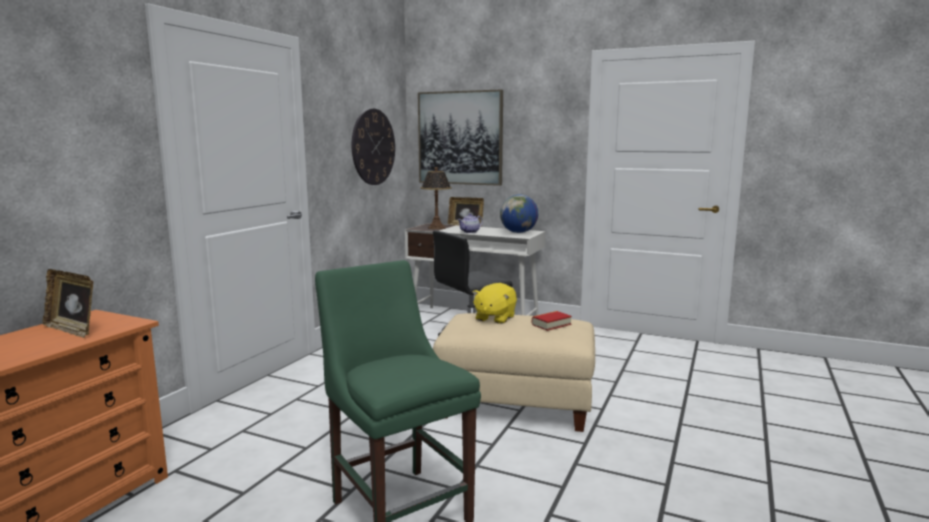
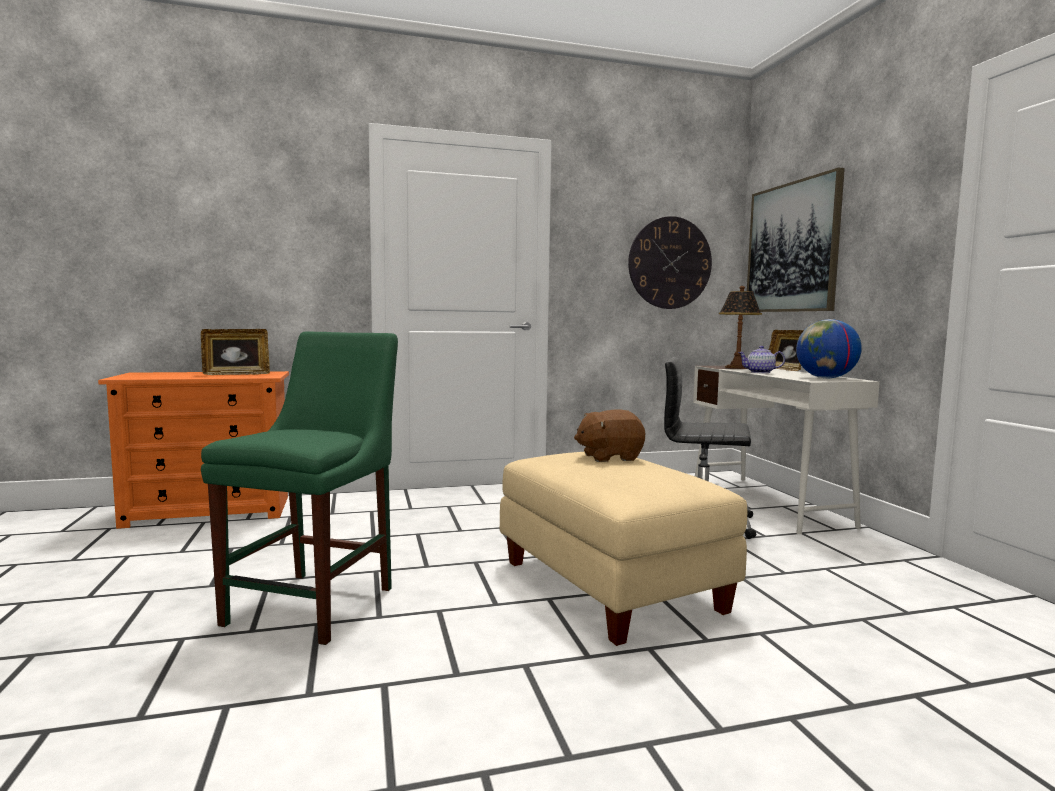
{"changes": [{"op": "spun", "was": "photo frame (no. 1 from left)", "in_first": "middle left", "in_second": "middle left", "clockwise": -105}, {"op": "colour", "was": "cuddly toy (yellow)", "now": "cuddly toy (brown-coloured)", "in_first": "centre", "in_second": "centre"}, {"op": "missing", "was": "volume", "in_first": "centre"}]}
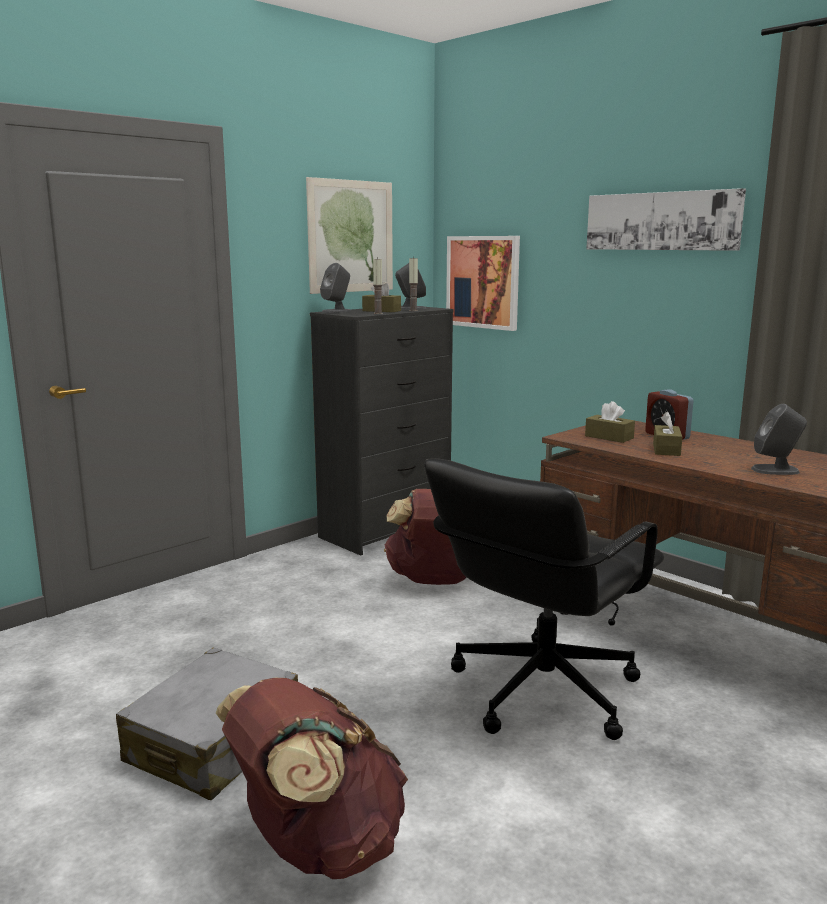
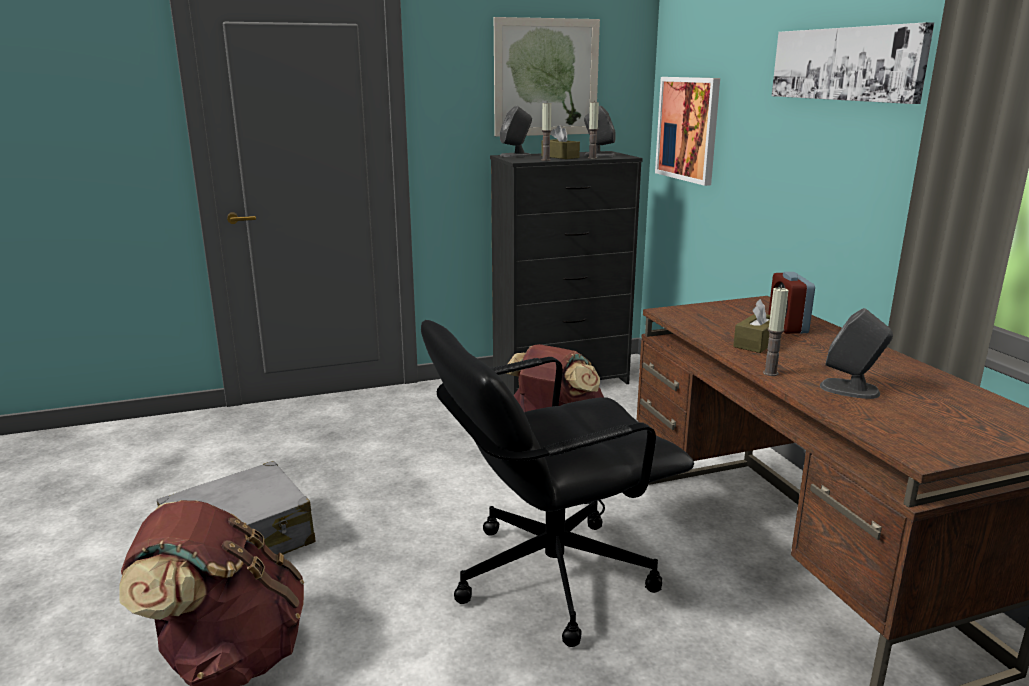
{"changes": [{"op": "missing", "was": "tissue holder (brown-coloured) (no. 2 from left)", "in_first": "middle right"}, {"op": "appeared", "now": "wax light (no. 3 from left)", "in_second": "middle right"}]}
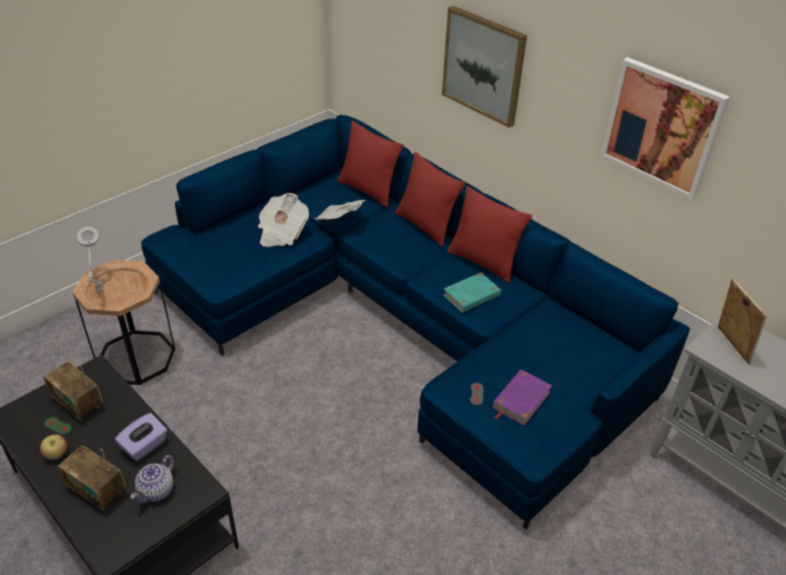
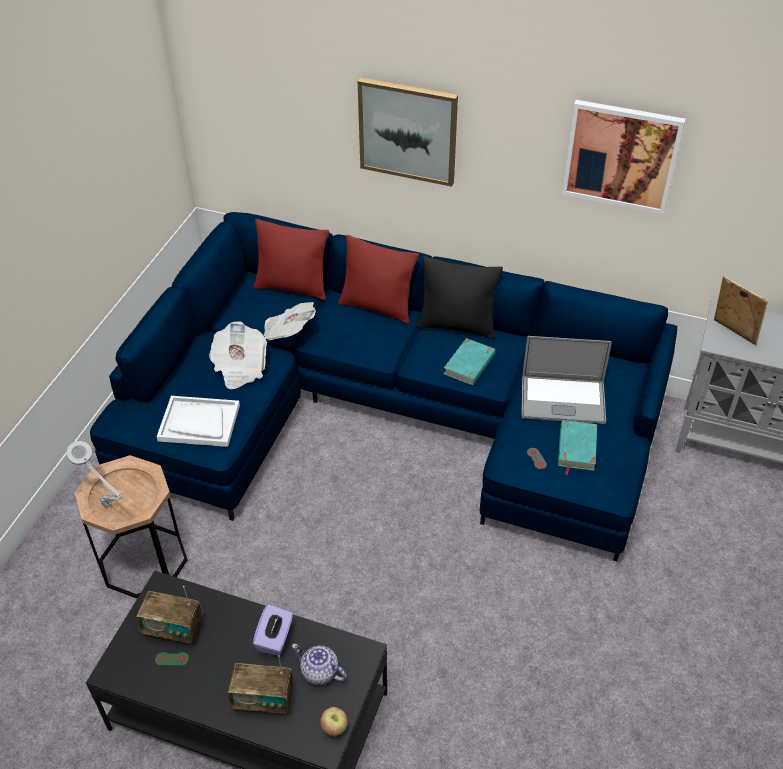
{"changes": [{"op": "relocated", "was": "apple fruit", "in_first": "bottom left", "in_second": "bottom centre"}, {"op": "spun", "was": "teapot", "in_first": "bottom left", "in_second": "bottom centre", "clockwise": 120}, {"op": "colour", "was": "cushion (red-coloured) (no. 3 from left)", "now": "cushion (black)", "in_first": "centre", "in_second": "centre"}, {"op": "colour", "was": "volume (purplish)", "now": "volume (turquoise-coloured) (no. 2 from left)", "in_first": "bottom centre", "in_second": "middle right"}, {"op": "appeared", "now": "carrying tray (white)", "in_second": "middle left"}, {"op": "appeared", "now": "laptop", "in_second": "middle right"}]}
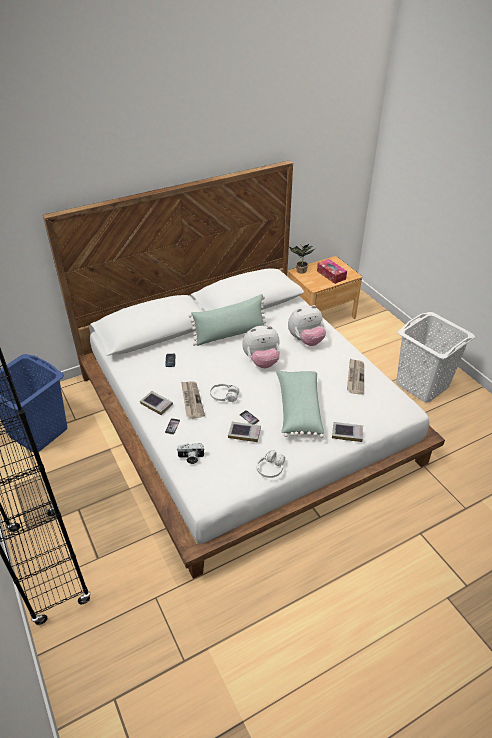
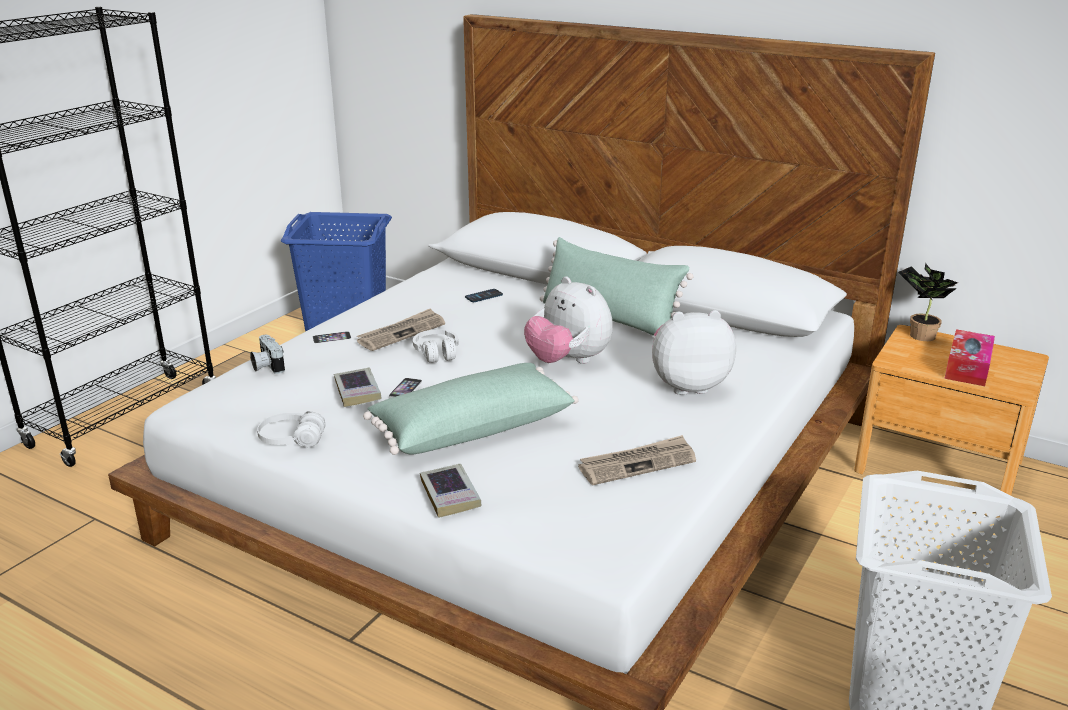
{"changes": [{"op": "missing", "was": "volume (no. 1 from left)", "in_first": "middle left"}, {"op": "spun", "was": "cuddly toy (no. 2 from left)", "in_first": "centre", "in_second": "centre", "clockwise": 135}]}
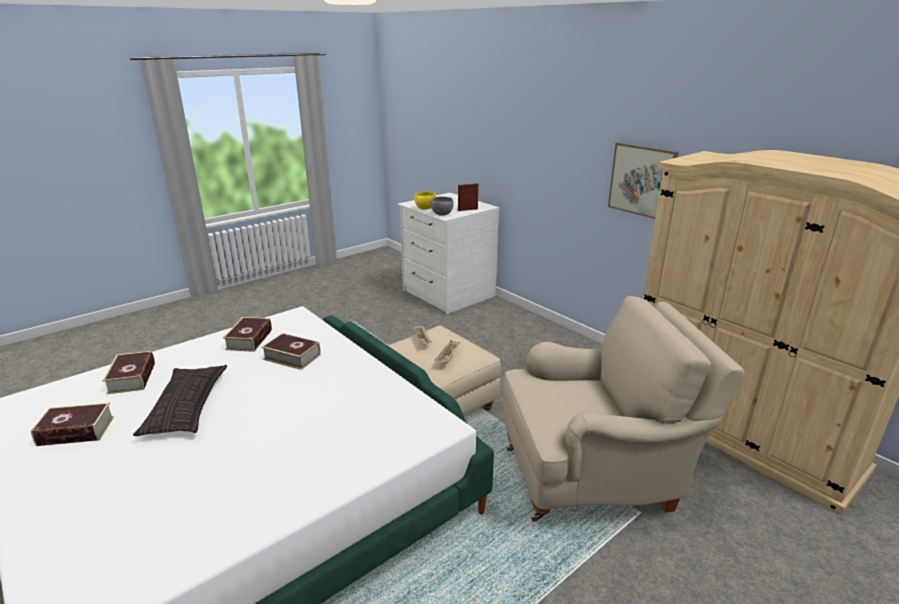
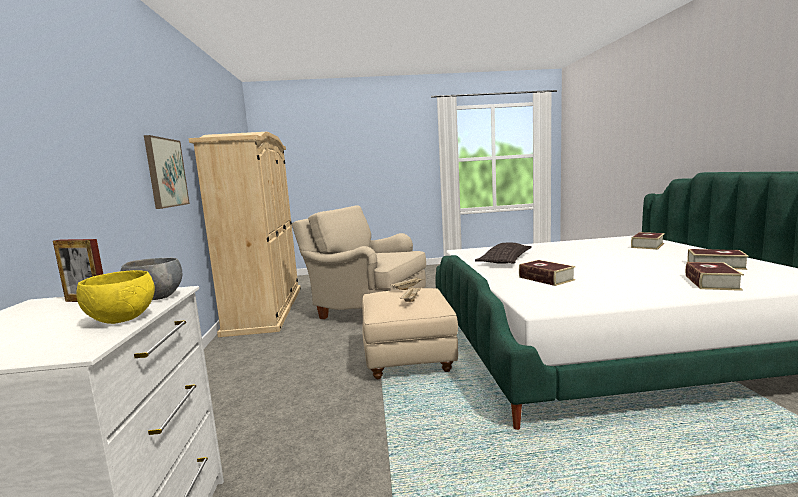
{"changes": [{"op": "relocated", "was": "cushion", "in_first": "middle left", "in_second": "centre"}, {"op": "relocated", "was": "volume (no. 3 from left in the first image)", "now": "volume (no. 2 from left)", "in_first": "middle left", "in_second": "middle right"}]}
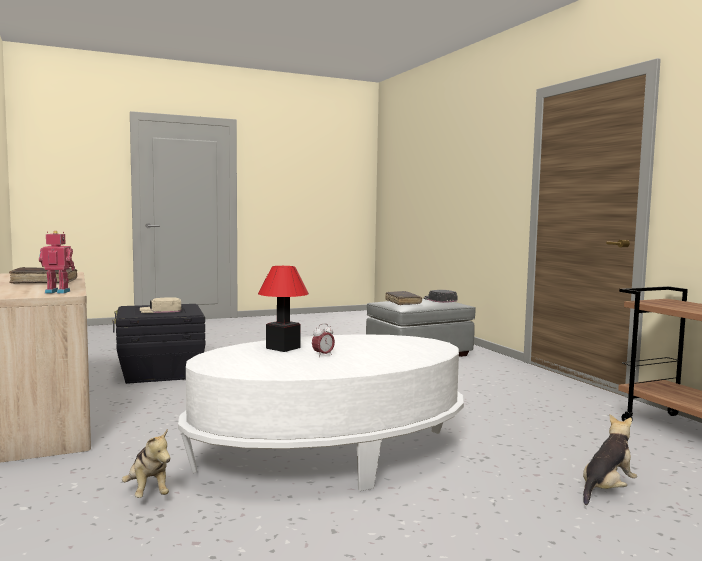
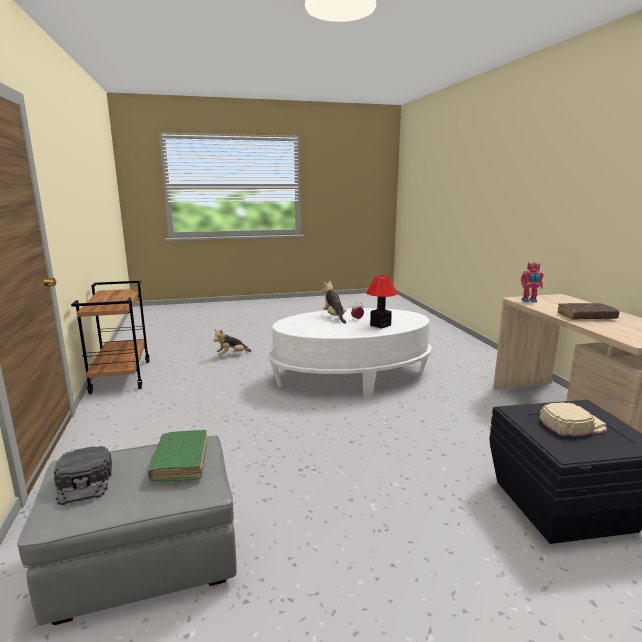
{"changes": [{"op": "relocated", "was": "cuddly toy (no. 1 from left in the first image)", "now": "cuddly toy (no. 2 from left)", "in_first": "bottom left", "in_second": "centre"}, {"op": "colour", "was": "volume (brown-coloured) (no. 2 from left)", "now": "volume (green-coloured)", "in_first": "centre", "in_second": "bottom left"}]}
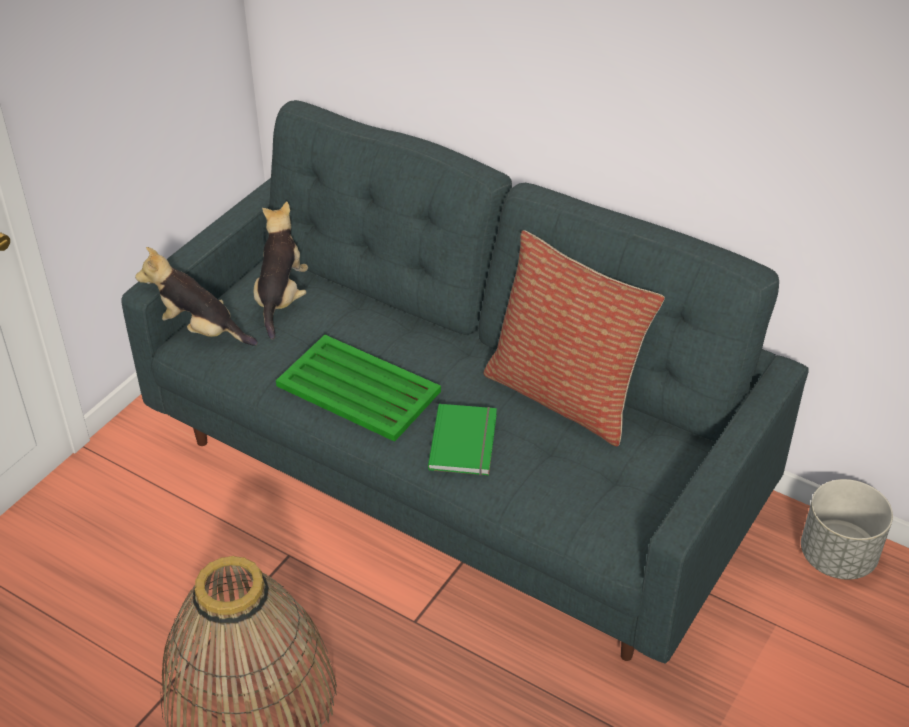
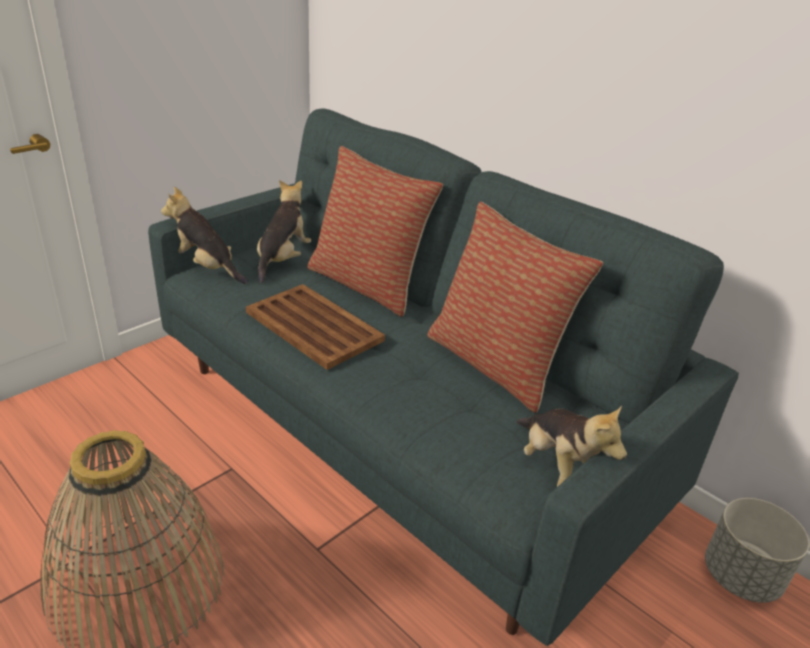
{"changes": [{"op": "colour", "was": "carrying tray (green-coloured)", "now": "carrying tray (brown-coloured)", "in_first": "centre", "in_second": "centre"}, {"op": "missing", "was": "volume (green-coloured)", "in_first": "centre"}, {"op": "appeared", "now": "cushion (no. 1 from left)", "in_second": "centre"}, {"op": "appeared", "now": "cuddly toy (no. 3 from left)", "in_second": "bottom right"}]}
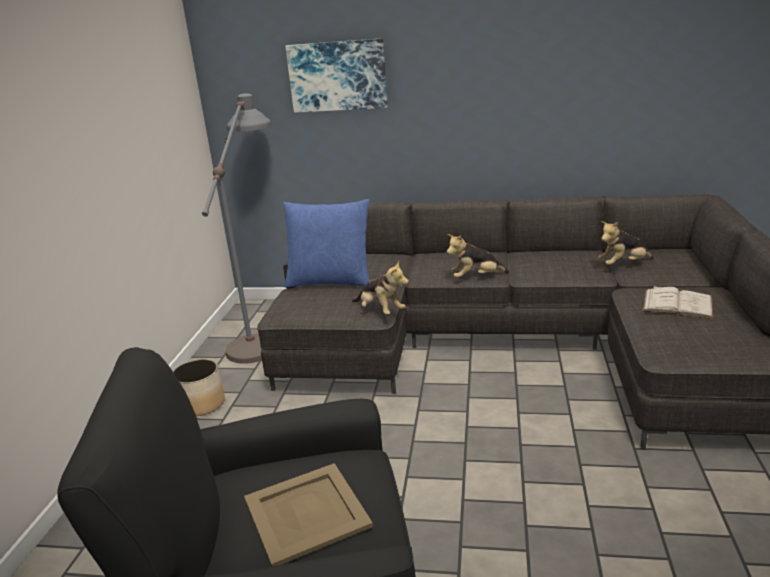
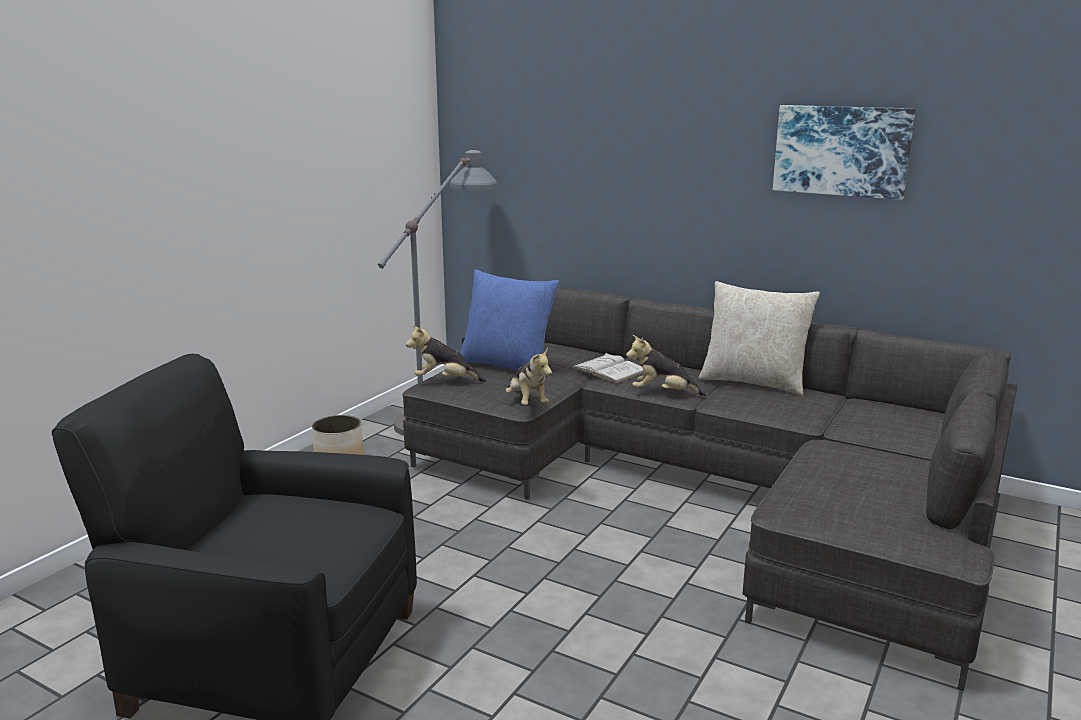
{"changes": [{"op": "missing", "was": "carrying tray (beige-coloured)", "in_first": "bottom centre"}, {"op": "relocated", "was": "wall picture", "in_first": "top centre", "in_second": "top right"}, {"op": "relocated", "was": "cuddly toy (no. 3 from left in the first image)", "now": "cuddly toy (no. 1 from left)", "in_first": "middle right", "in_second": "centre"}, {"op": "relocated", "was": "volume (white)", "in_first": "middle right", "in_second": "centre"}, {"op": "appeared", "now": "cushion (beige-coloured)", "in_second": "middle right"}]}
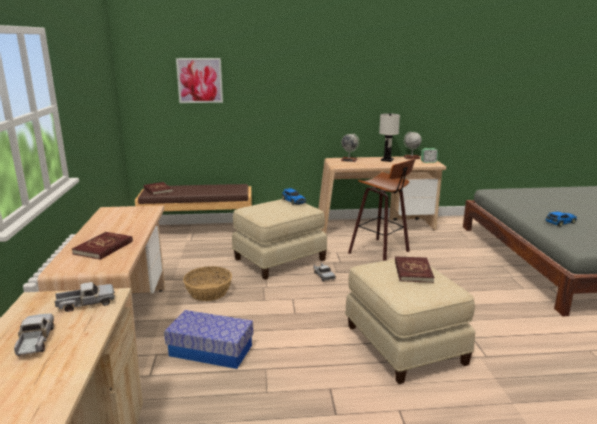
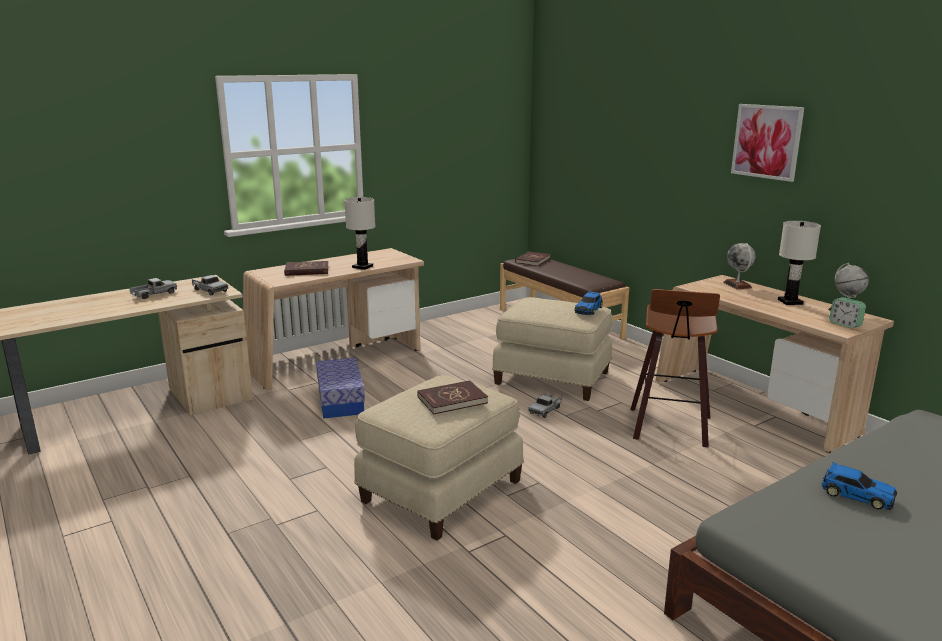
{"changes": [{"op": "relocated", "was": "wall picture", "in_first": "top centre", "in_second": "top right"}, {"op": "missing", "was": "household basket", "in_first": "bottom centre"}, {"op": "appeared", "now": "table lamp (white) (no. 1 from left)", "in_second": "centre"}]}
